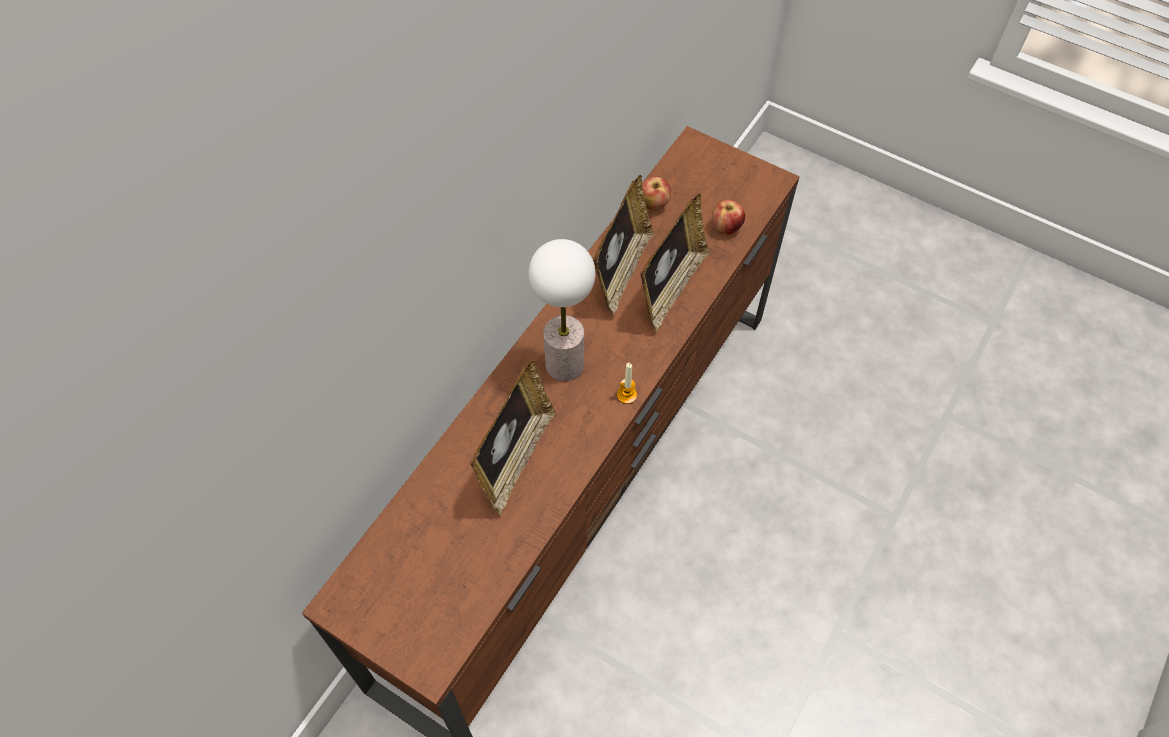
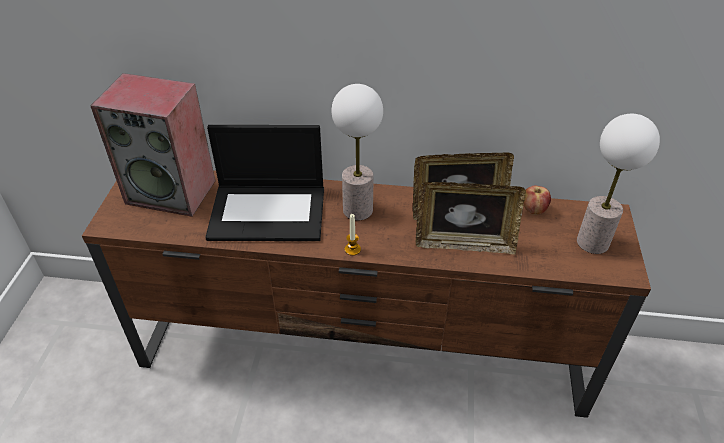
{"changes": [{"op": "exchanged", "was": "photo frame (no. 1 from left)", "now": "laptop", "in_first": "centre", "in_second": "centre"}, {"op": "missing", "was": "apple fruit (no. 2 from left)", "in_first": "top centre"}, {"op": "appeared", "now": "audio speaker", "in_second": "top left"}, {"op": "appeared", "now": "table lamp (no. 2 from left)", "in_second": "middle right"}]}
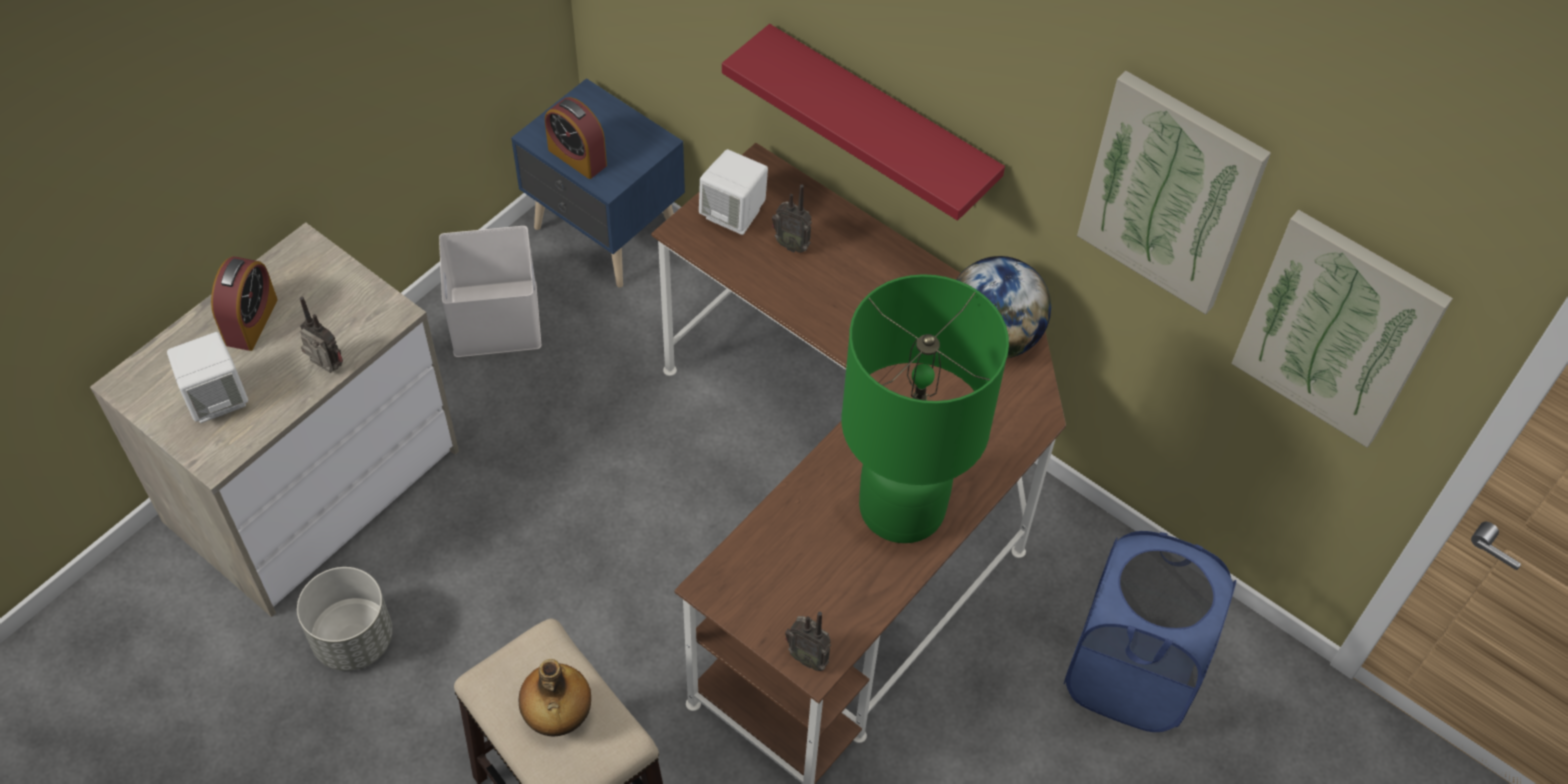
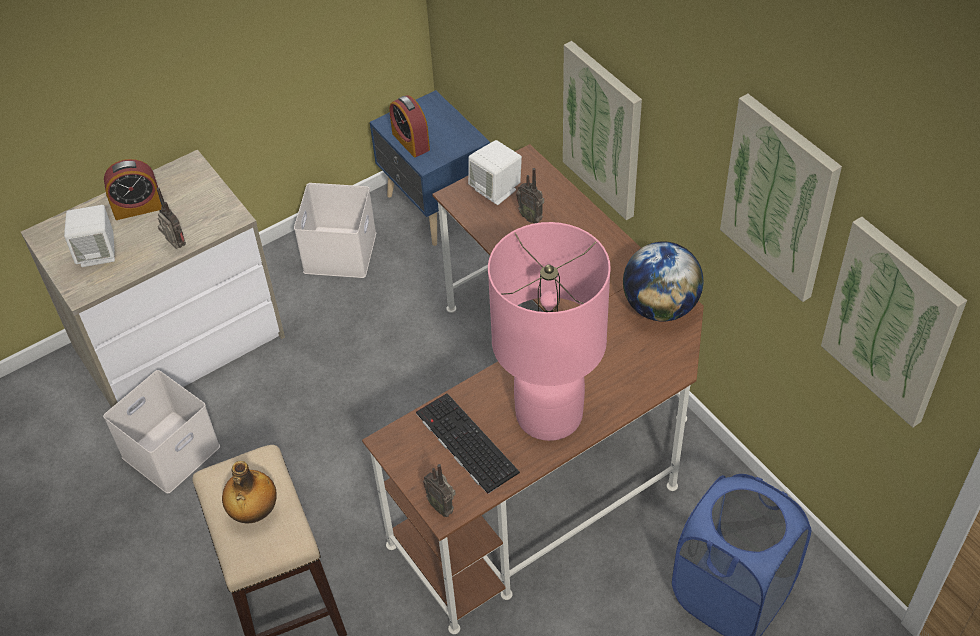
{"changes": [{"op": "spun", "was": "bedside clock (no. 1 from left)", "in_first": "middle left", "in_second": "top left", "clockwise": 45}, {"op": "exchanged", "was": "plant pot (greyish)", "now": "storage container (white) (no. 1 from left)", "in_first": "bottom left", "in_second": "bottom left"}, {"op": "exchanged", "was": "bracket shelf (red-coloured)", "now": "wall picture (no. 1 from left)", "in_first": "top centre", "in_second": "top centre"}, {"op": "colour", "was": "table lamp (green-coloured)", "now": "table lamp (pink)", "in_first": "centre", "in_second": "centre"}, {"op": "appeared", "now": "PC keyboard", "in_second": "bottom centre"}]}
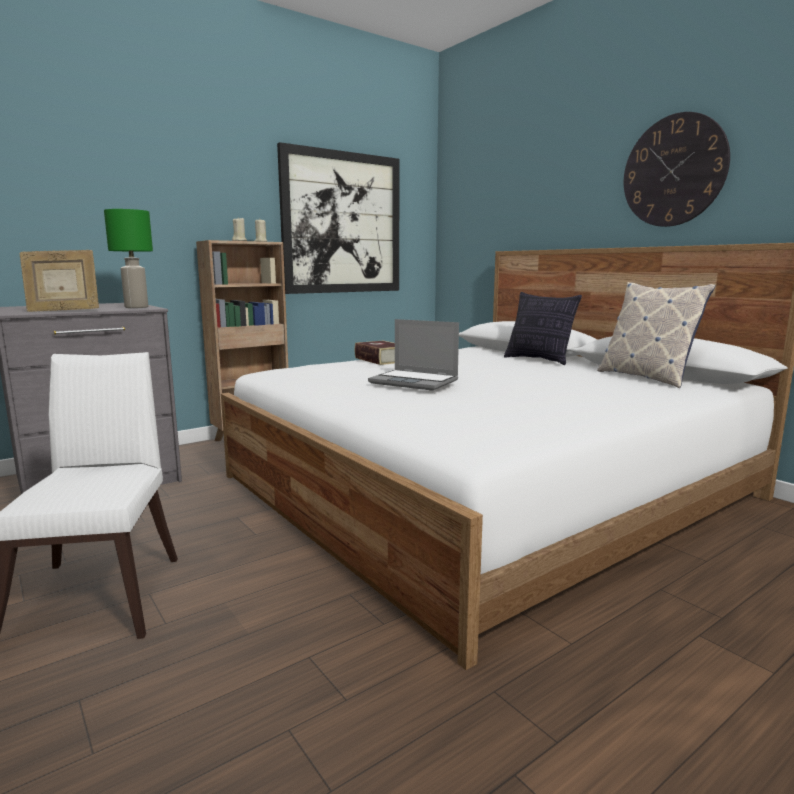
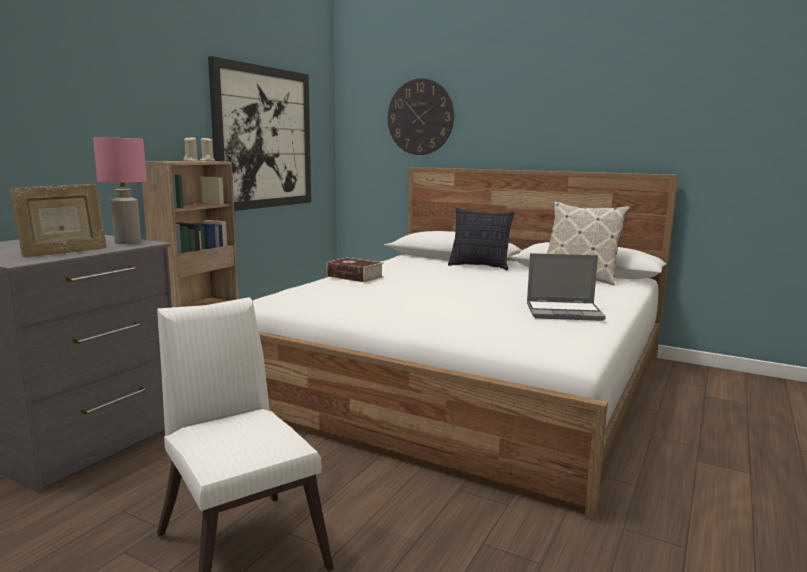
{"changes": [{"op": "colour", "was": "table lamp (green-coloured)", "now": "table lamp (pink)", "in_first": "top left", "in_second": "middle left"}, {"op": "relocated", "was": "laptop", "in_first": "centre", "in_second": "middle right"}, {"op": "relocated", "was": "clock on the wall", "in_first": "top right", "in_second": "top centre"}]}
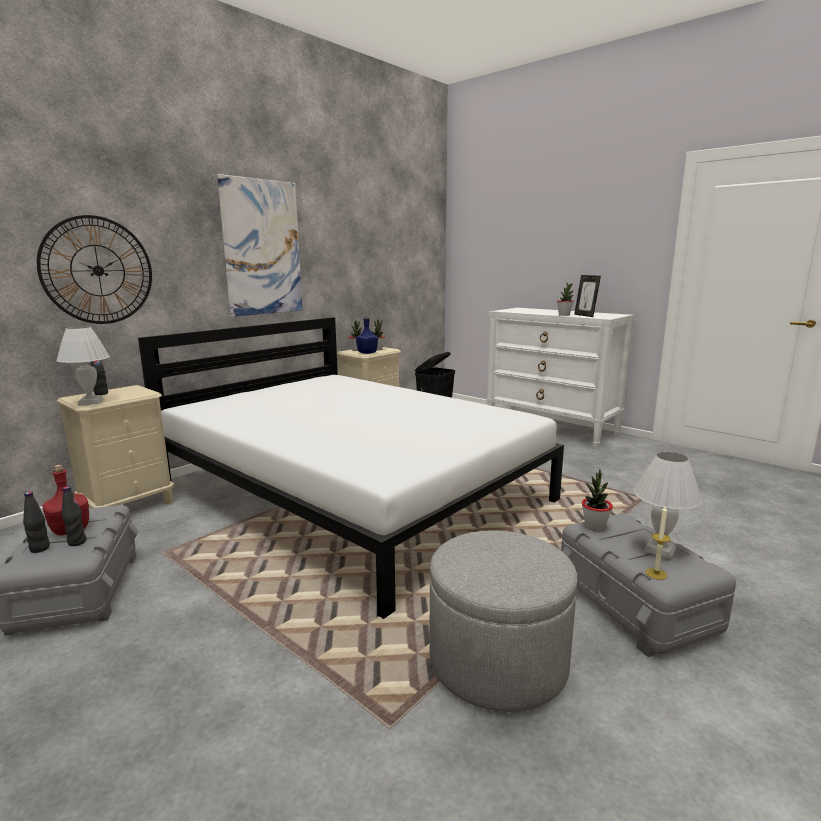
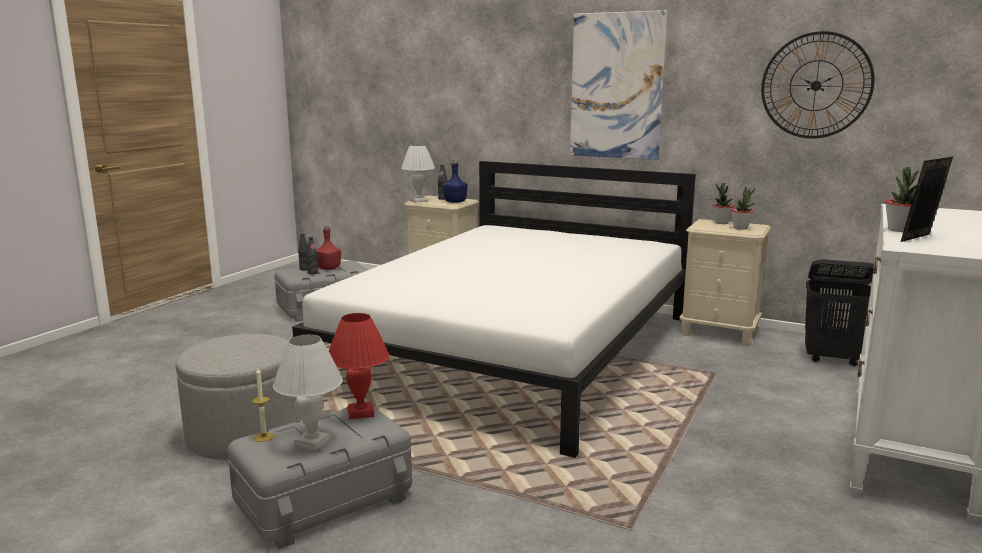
{"changes": [{"op": "relocated", "was": "clock on the wall", "in_first": "top left", "in_second": "top right"}, {"op": "relocated", "was": "bottle (blue-coloured)", "in_first": "centre", "in_second": "top centre"}, {"op": "exchanged", "was": "potted plant (no. 4 from left)", "now": "table lamp (red-coloured)", "in_first": "middle right", "in_second": "centre"}]}
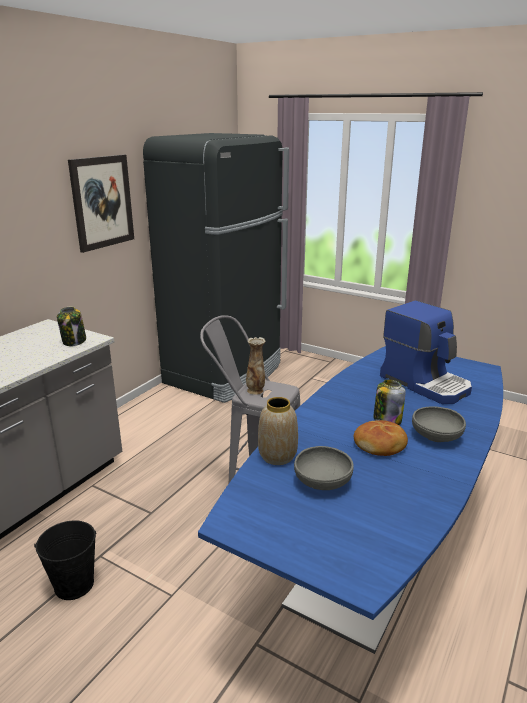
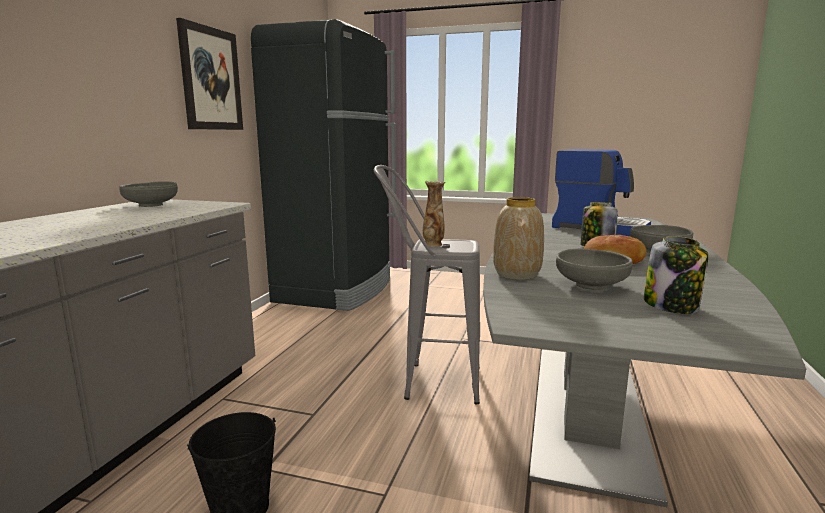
{"changes": [{"op": "relocated", "was": "preserve jar (no. 1 from left in the first image)", "now": "preserve jar (no. 2 from left)", "in_first": "middle left", "in_second": "middle right"}, {"op": "colour", "was": "dining table (blue-coloured)", "now": "dining table (greyish)", "in_first": "bottom centre", "in_second": "bottom right"}, {"op": "appeared", "now": "deep dish (greyish) (no. 1 from left)", "in_second": "middle left"}]}
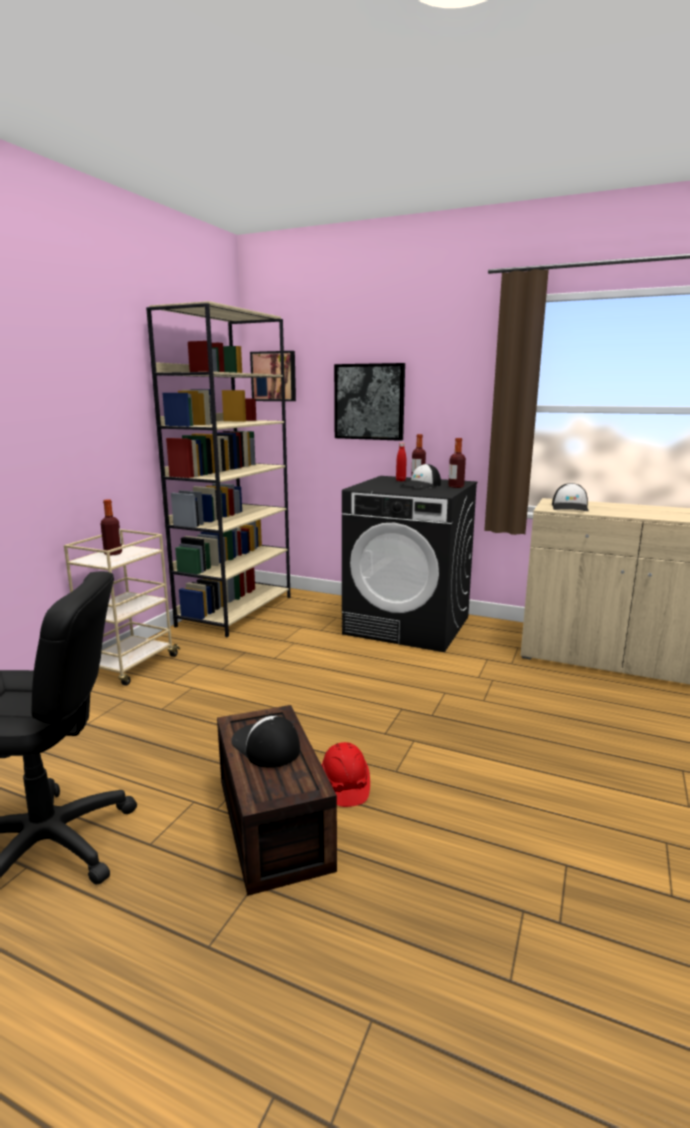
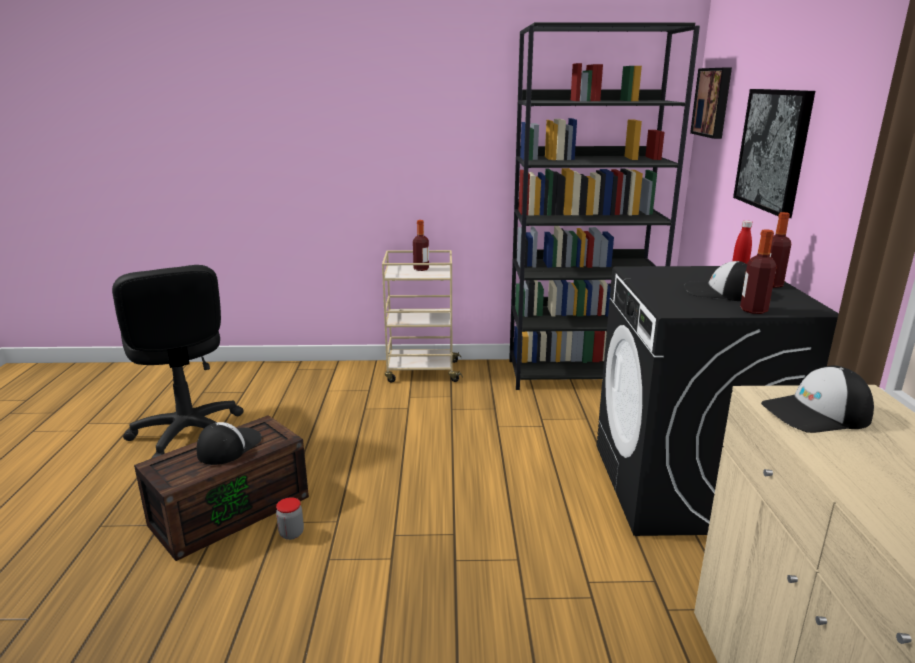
{"changes": [{"op": "colour", "was": "bookcase (beige-coloured)", "now": "bookcase (black)", "in_first": "middle left", "in_second": "top centre"}, {"op": "exchanged", "was": "work helmet (red-coloured)", "now": "preserve jar", "in_first": "bottom centre", "in_second": "bottom left"}]}
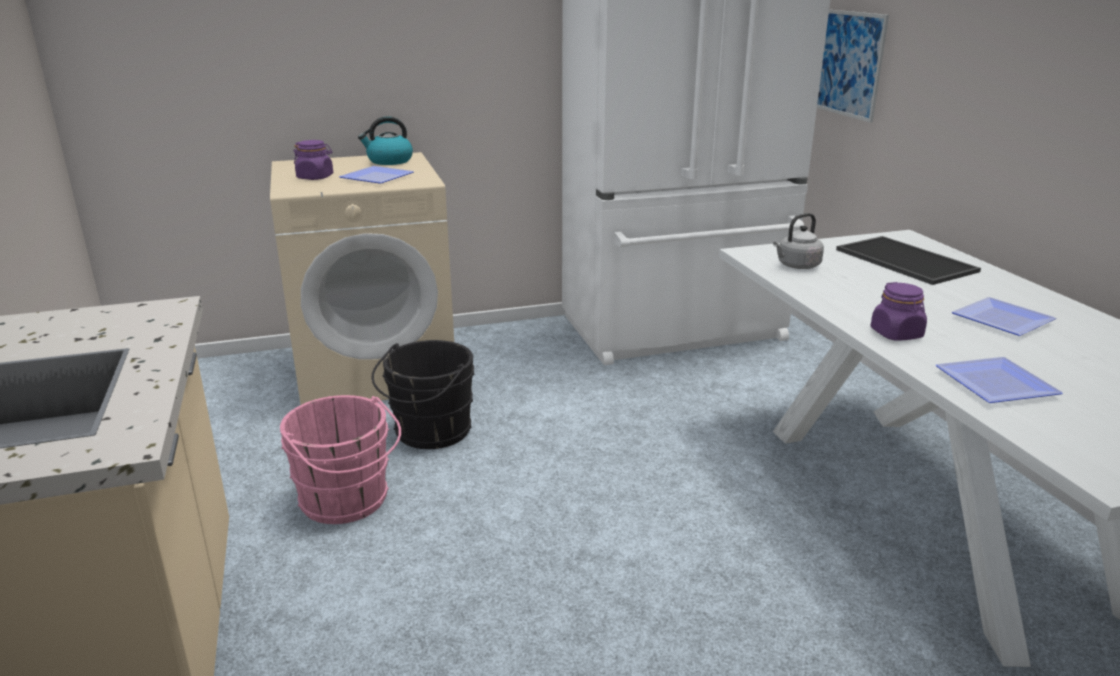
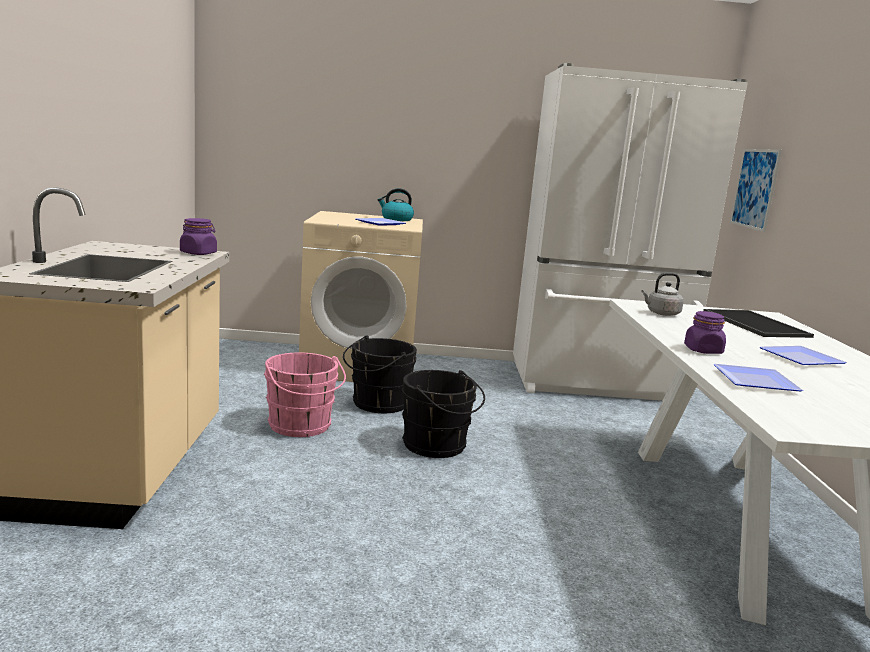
{"changes": [{"op": "relocated", "was": "preserve jar (purplish) (no. 1 from left)", "in_first": "top left", "in_second": "middle left"}, {"op": "appeared", "now": "bucket (black) (no. 2 from left)", "in_second": "centre"}]}
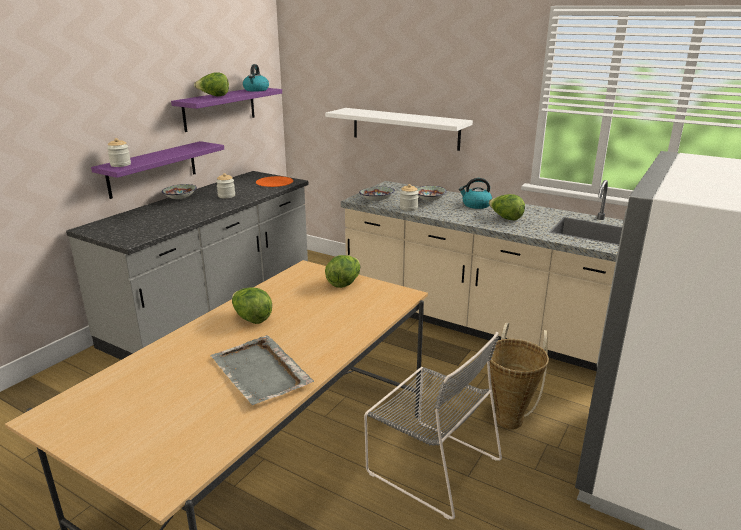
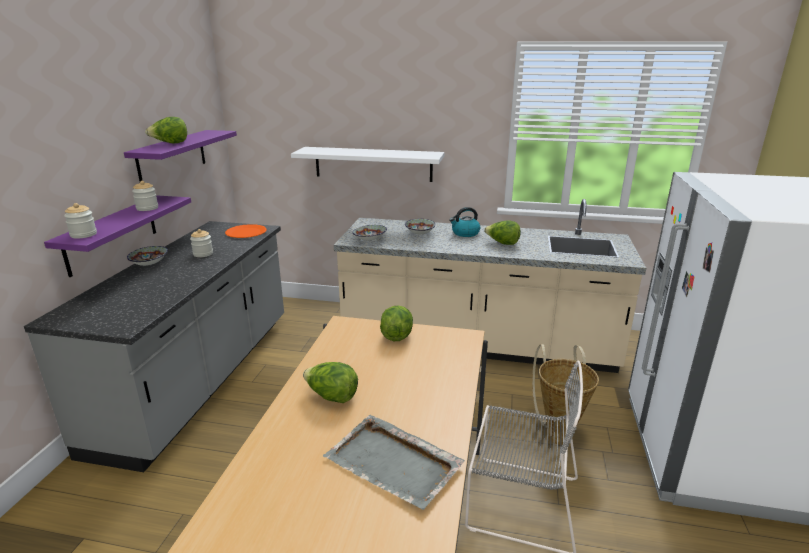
{"changes": [{"op": "missing", "was": "water kettle (no. 1 from left)", "in_first": "top centre"}, {"op": "relocated", "was": "preserve jar (no. 3 from left in the first image)", "now": "preserve jar (no. 2 from left)", "in_first": "centre", "in_second": "middle left"}]}
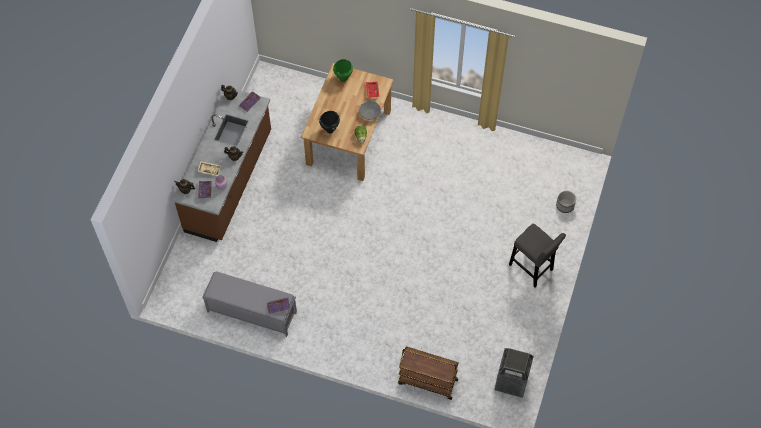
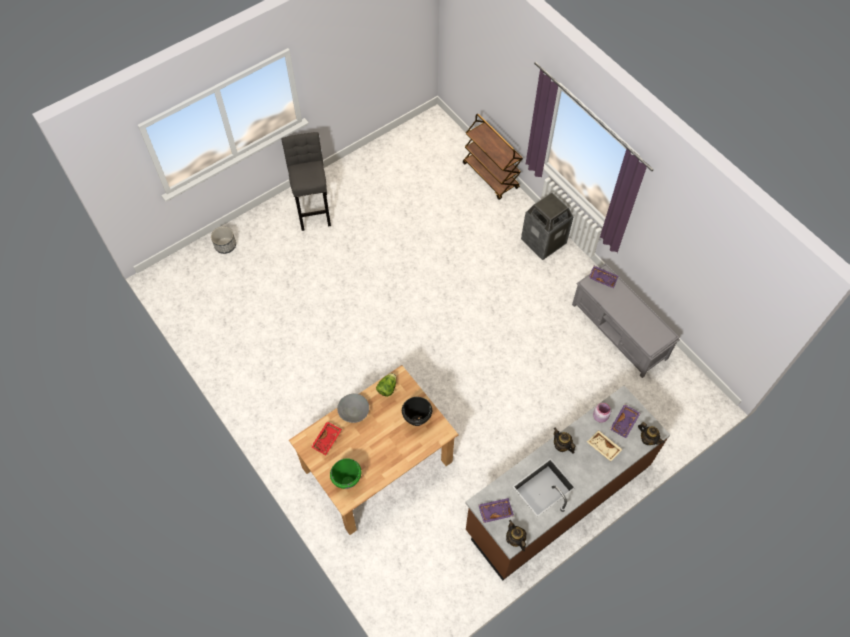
{"changes": [{"op": "relocated", "was": "waste bin", "in_first": "bottom right", "in_second": "centre"}]}
